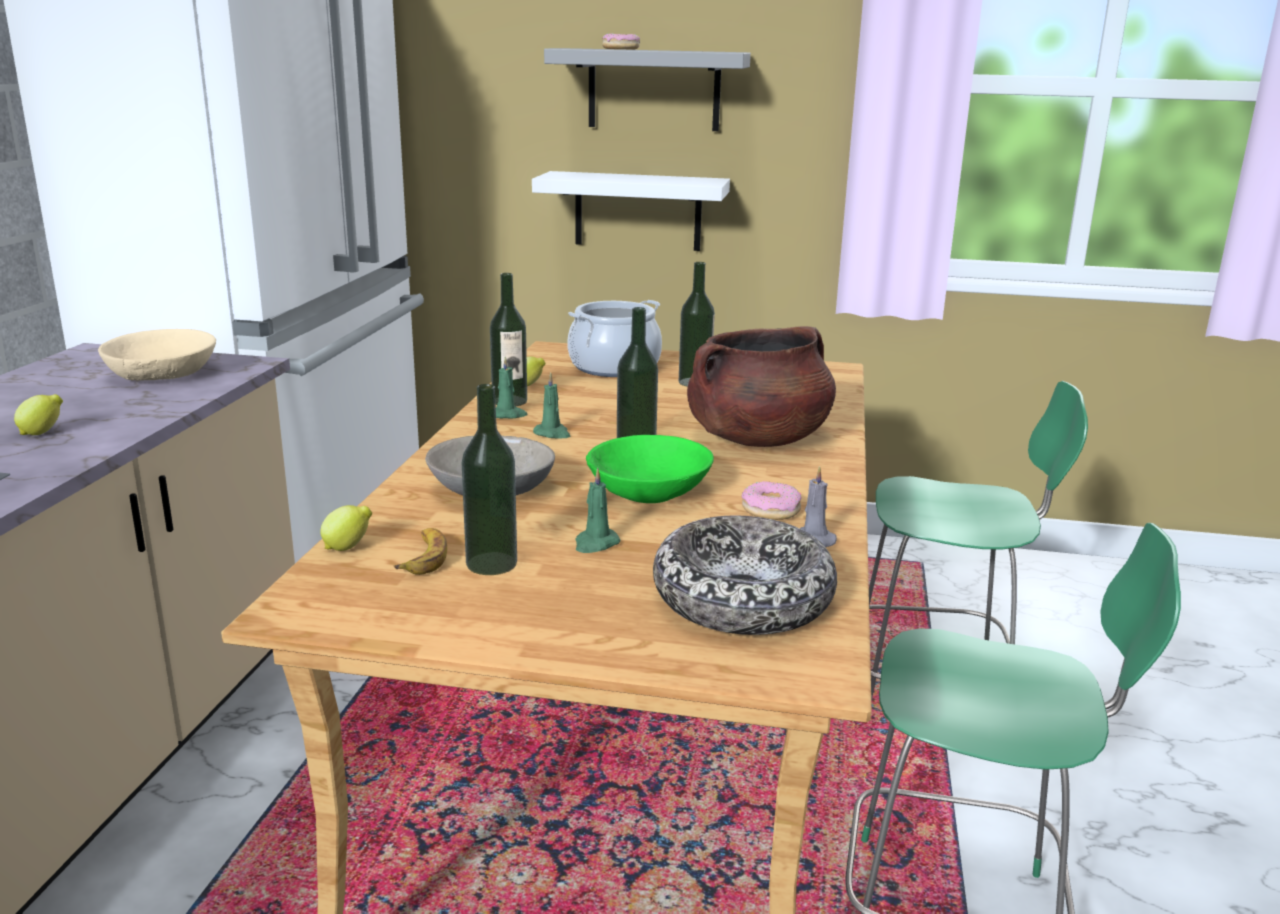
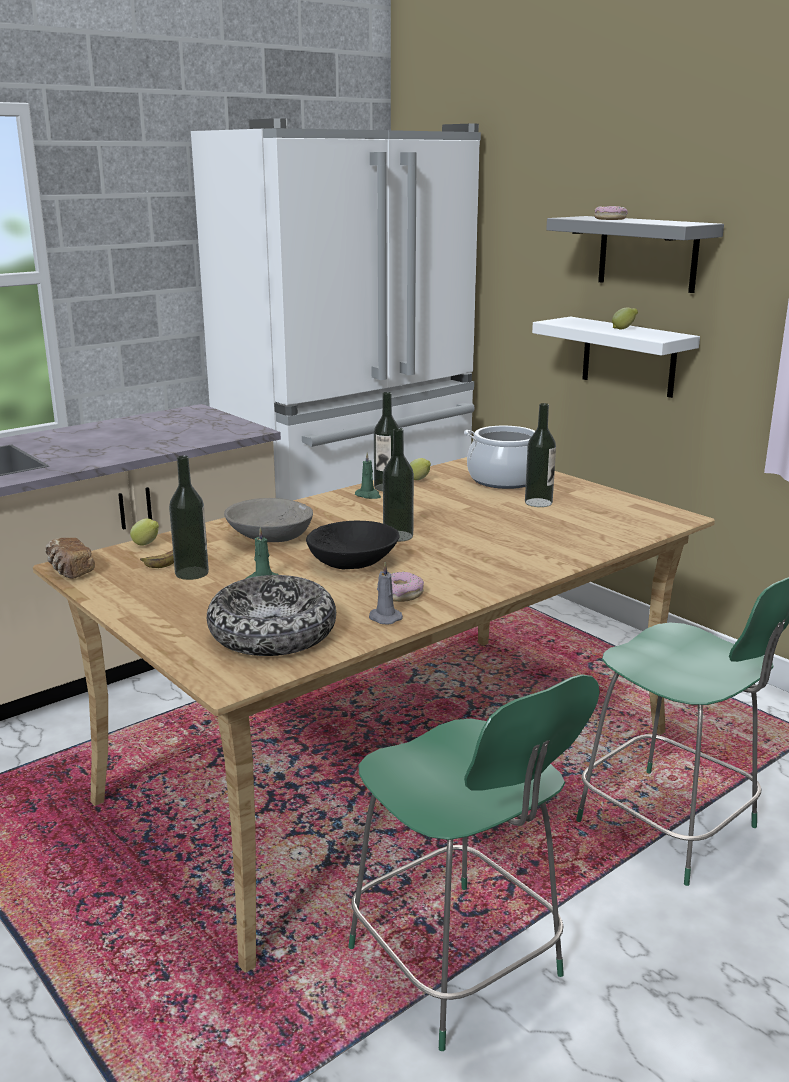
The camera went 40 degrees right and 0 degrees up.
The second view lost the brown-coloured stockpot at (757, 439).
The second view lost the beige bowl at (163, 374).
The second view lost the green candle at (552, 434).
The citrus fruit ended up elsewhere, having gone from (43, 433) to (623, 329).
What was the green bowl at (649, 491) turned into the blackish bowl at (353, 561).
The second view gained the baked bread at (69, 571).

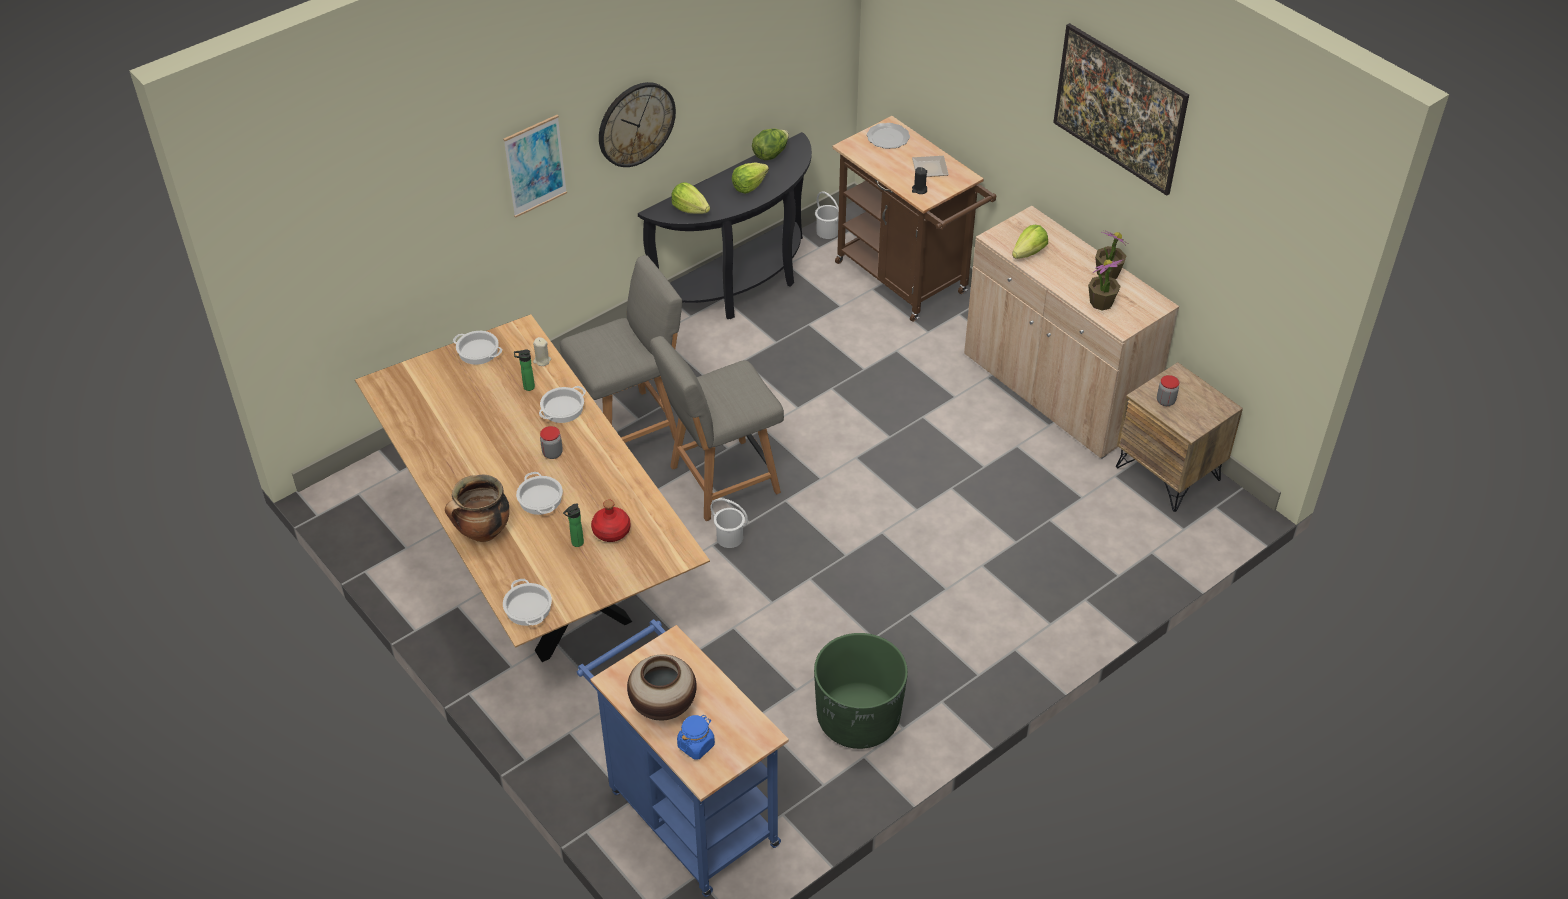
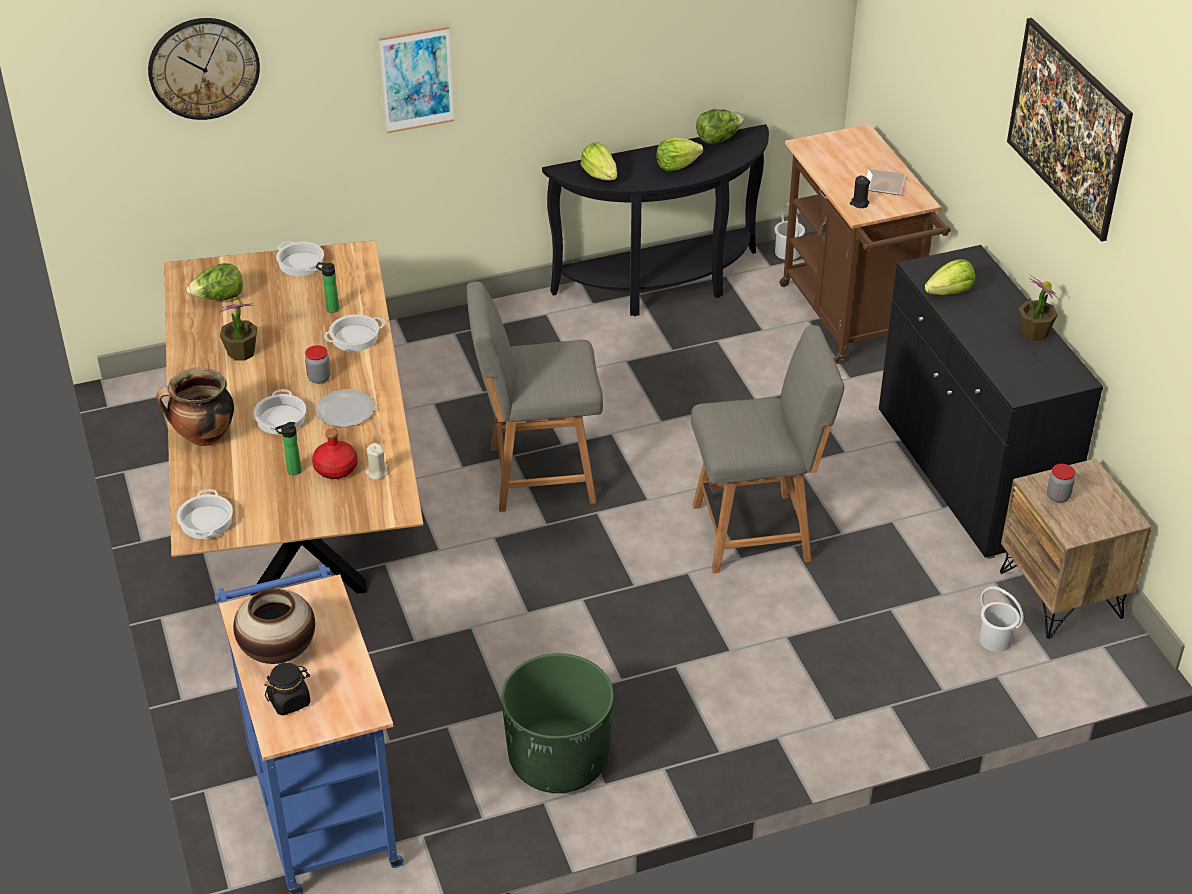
The camera went 20 degrees right and 5 degrees down.
The wall clock ended up elsewhere, having gone from (636, 124) to (203, 68).
The flat dish ended up elsewhere, having gone from (887, 138) to (344, 411).
What was the beige cabinet at (1056, 390) turned into the blackish cabinet at (969, 473).
The greyish plain chair ended up elsewhere, having gone from (630, 427) to (756, 532).
The houseplant ended up elsewhere, having gone from (1101, 303) to (241, 352).
The beige candle ended up elsewhere, having gone from (542, 360) to (377, 473).
The whitish water bucket ended up elsewhere, having gone from (729, 538) to (995, 640).
What was the blue-coloured preserve jar at (696, 745) turned into the blackish preserve jar at (289, 701).
The second view gained the lettuce at (219, 298).

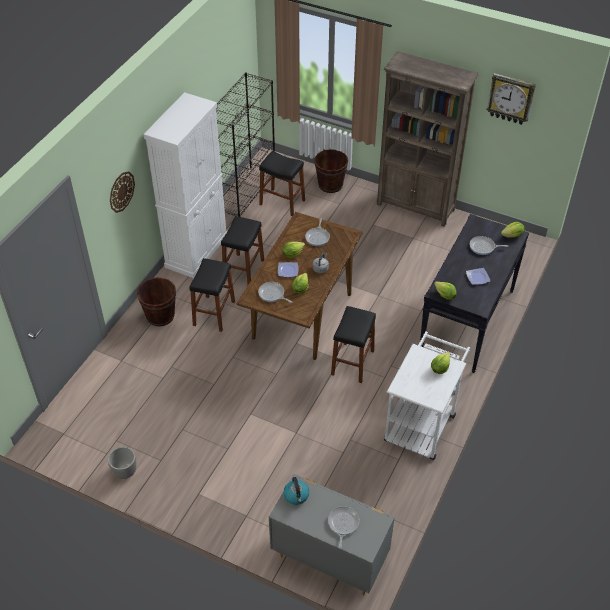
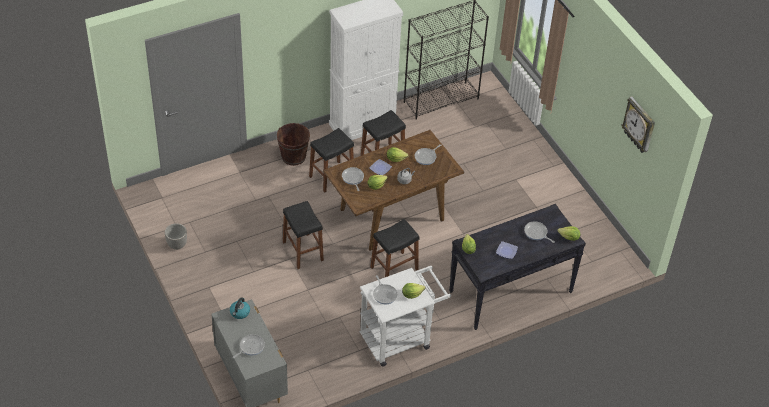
The camera went 35 degrees right and 0 degrees up.
The second view lost the brown-coloured bookshelf at (416, 207).
The second view lost the brown-coloured water bucket at (330, 185).
The blackish stool ended up elsewhere, having gone from (282, 202) to (303, 251).
The second view lost the wall clock at (121, 191).
The second view gained the pan at (384, 294).

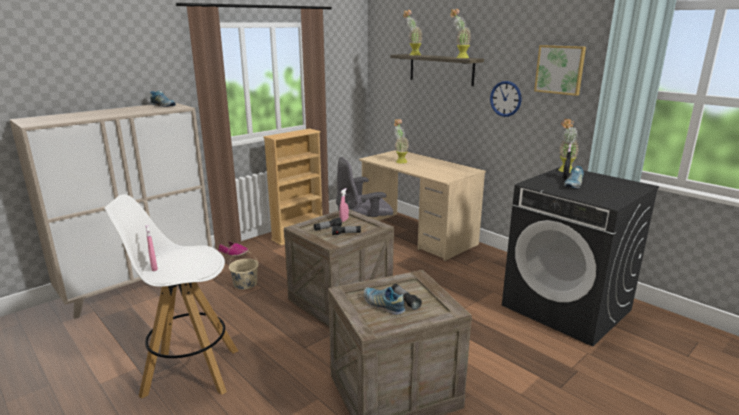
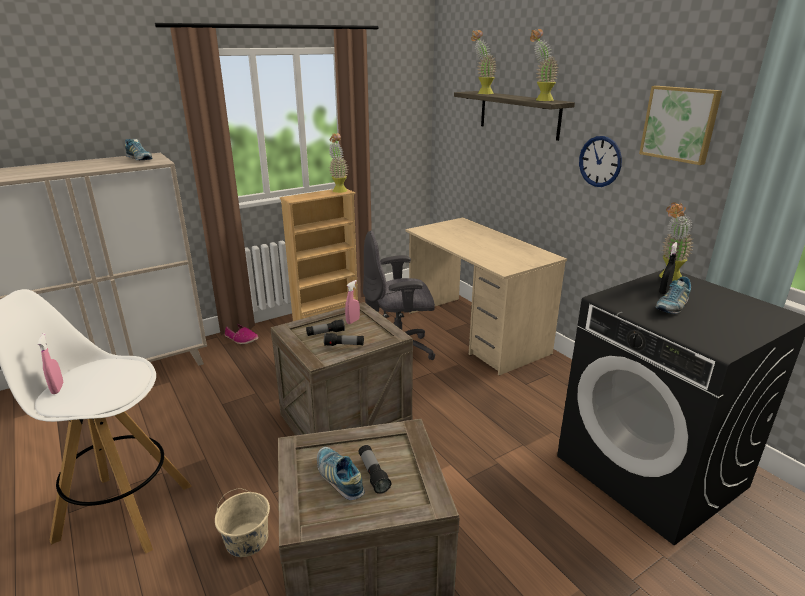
The camera went 10 degrees right and 5 degrees up.
The houseplant ended up elsewhere, having gone from (399, 161) to (339, 190).
The beige water bucket ended up elsewhere, having gone from (245, 284) to (246, 540).

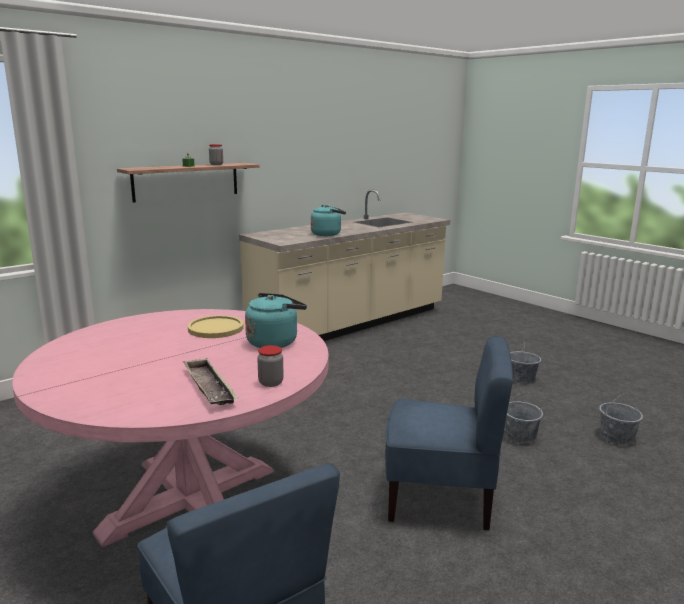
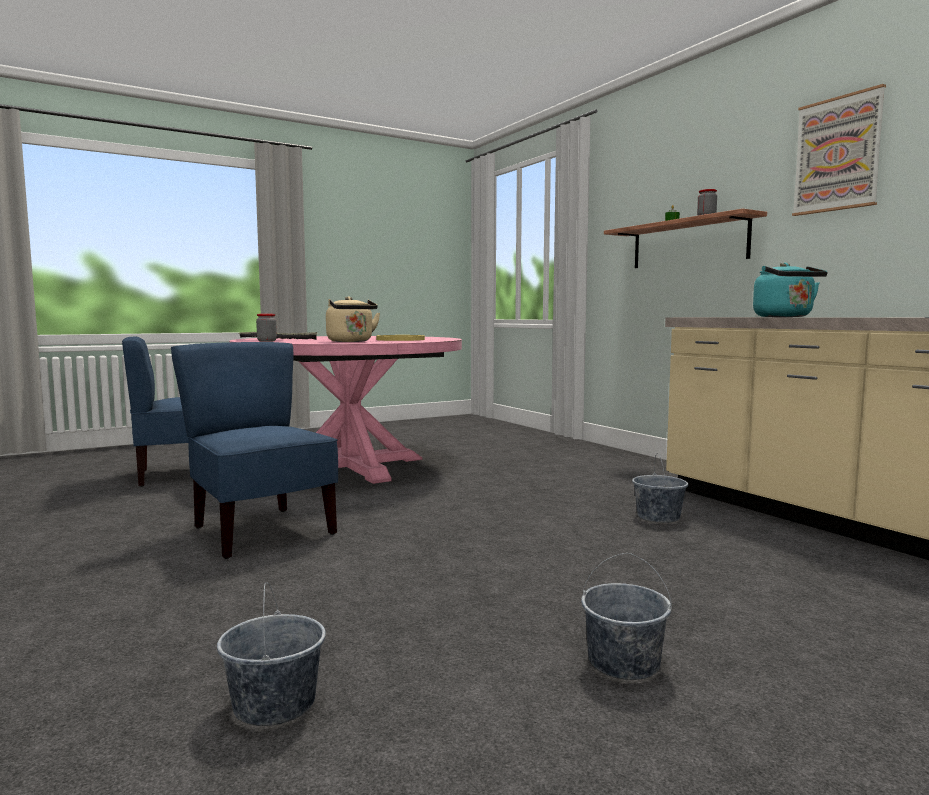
The camera went 100 degrees right and 10 degrees down.
What was the turquoise tea kettle at (274, 342) turned into the beige tea kettle at (351, 341).
The blue-coloured plain chair at (440, 498) ended up facing another way, 120 degrees clockwise from before.
The greyish water bucket ended up elsewhere, having gone from (520, 436) to (658, 517).
The second view gained the wall art at (837, 154).

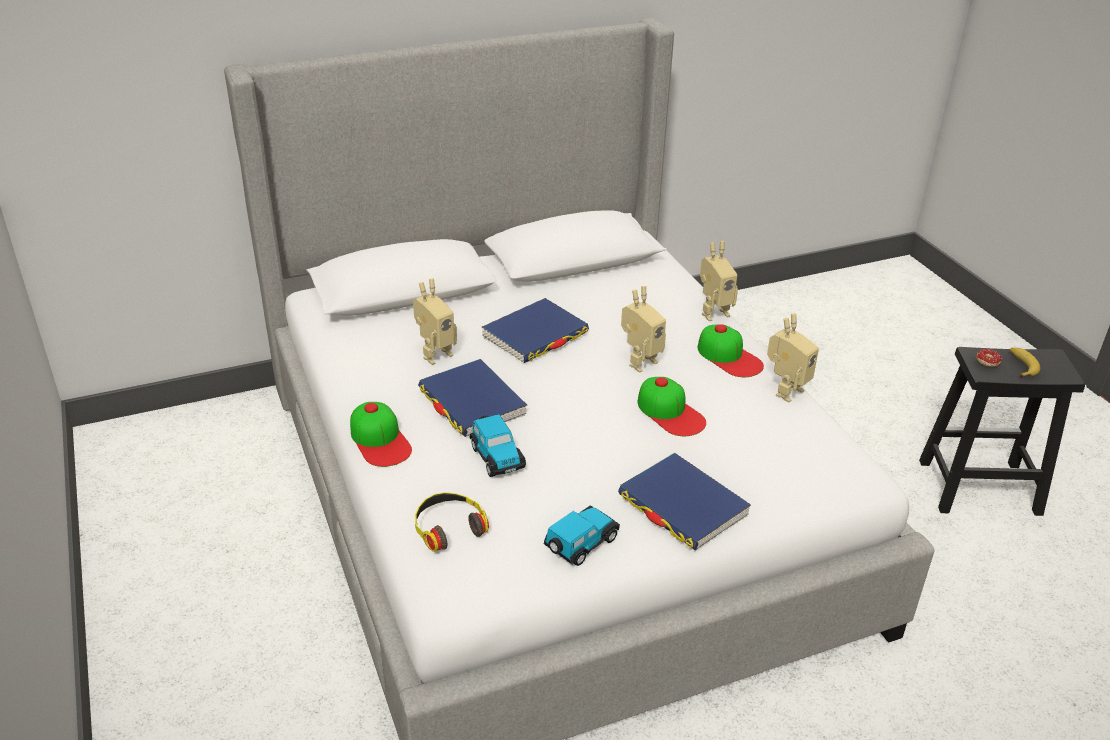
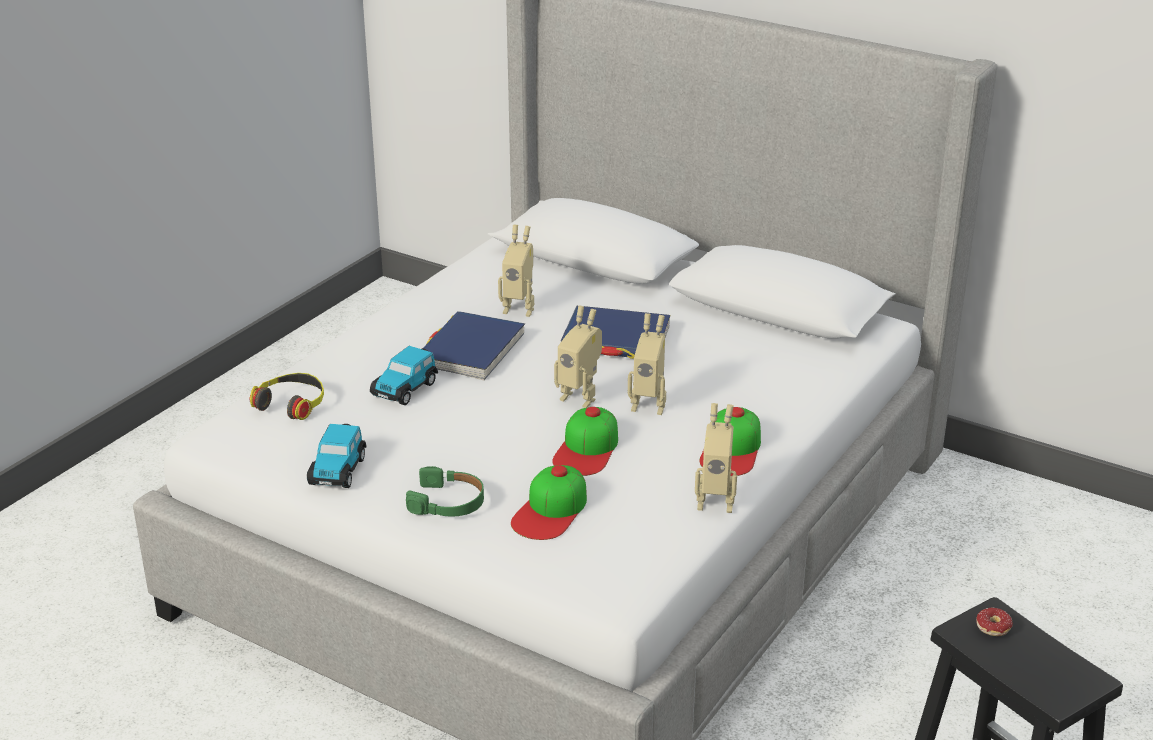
The camera went 55 degrees right and 5 degrees down.
The model robot ended up elsewhere, having gone from (713, 312) to (580, 397).
The second view lost the banana at (1021, 365).
The peaked cap ended up elsewhere, having gone from (380, 440) to (550, 510).
Where the blue-coloured volume stood at (682, 505), the green pair of headphones came to stand at (448, 502).
The toy car at (580, 544) ended up facing another way, 90 degrees clockwise from before.

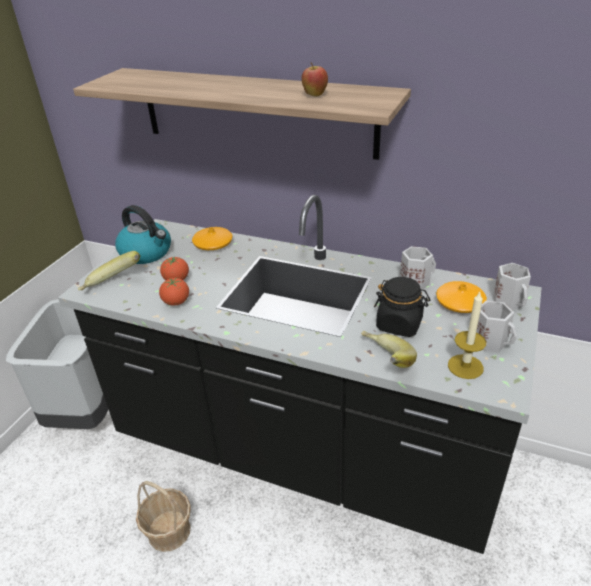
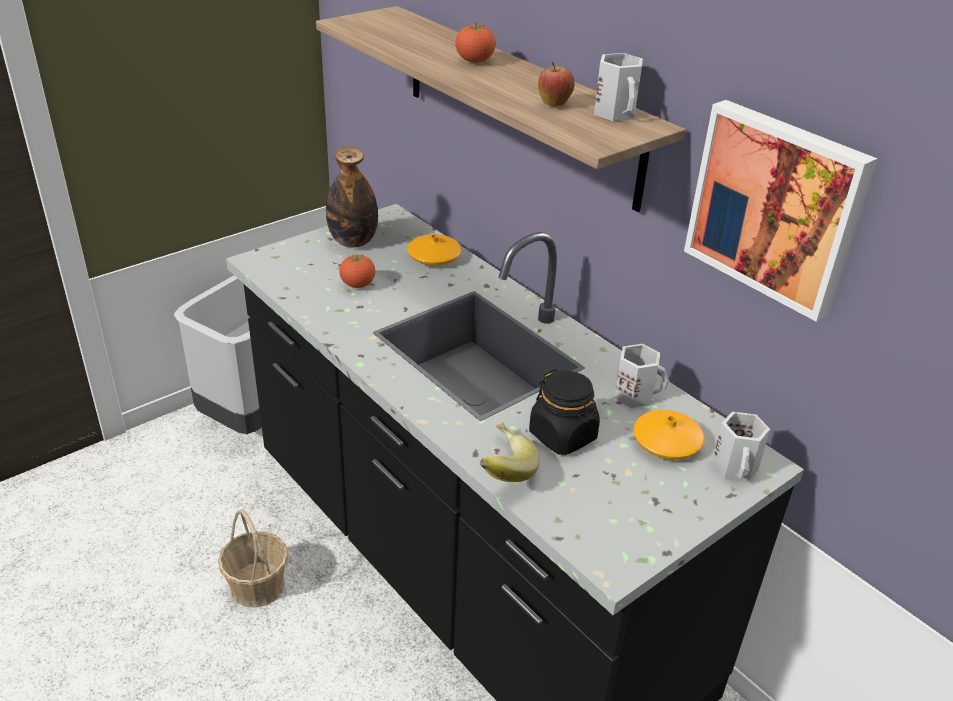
The camera went 25 degrees right and 0 degrees up.
Where the tea kettle stood at (147, 253), the bottle came to stand at (353, 241).
The second view lost the banana at (113, 286).
The fresh tomato ended up elsewhere, having gone from (176, 302) to (474, 61).
The second view lost the candle at (465, 366).
The whitish coffee mug ended up elsewhere, having gone from (490, 341) to (617, 113).
The second view gained the wall art at (777, 206).

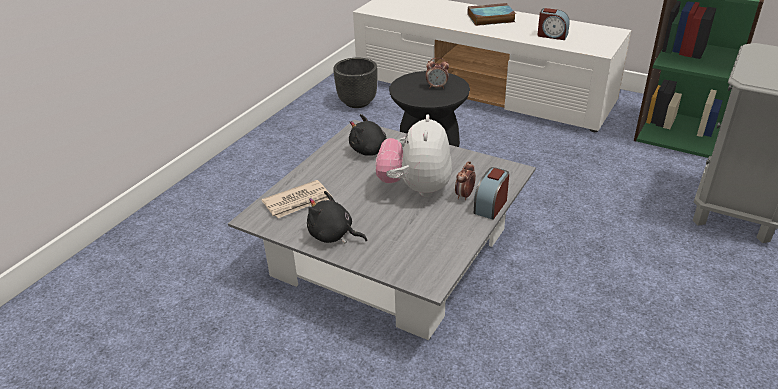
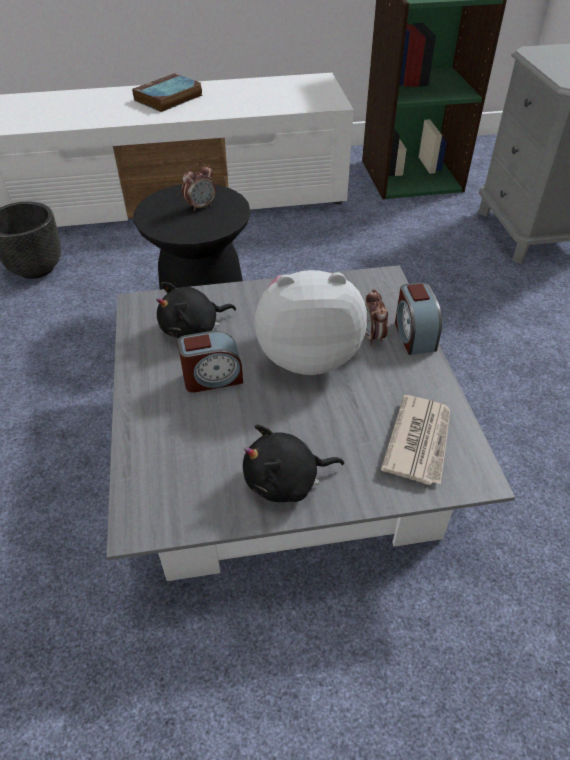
The camera went 40 degrees left and 10 degrees up.
The bedside clock ended up elsewhere, having gone from (552, 35) to (212, 378).
The cuddly toy at (415, 188) ended up facing another way, 120 degrees clockwise from before.
The printed paper ended up elsewhere, having gone from (298, 202) to (419, 441).

